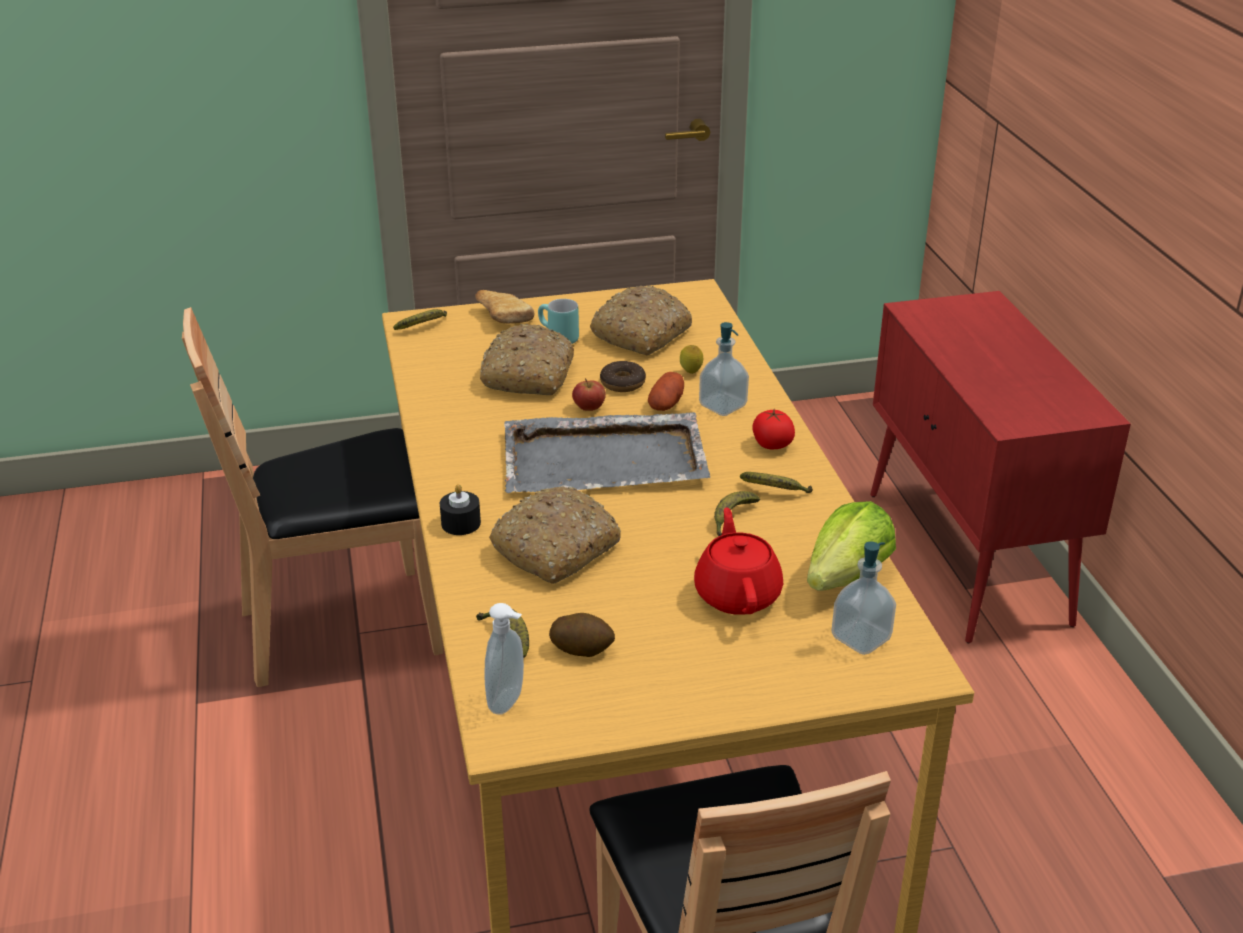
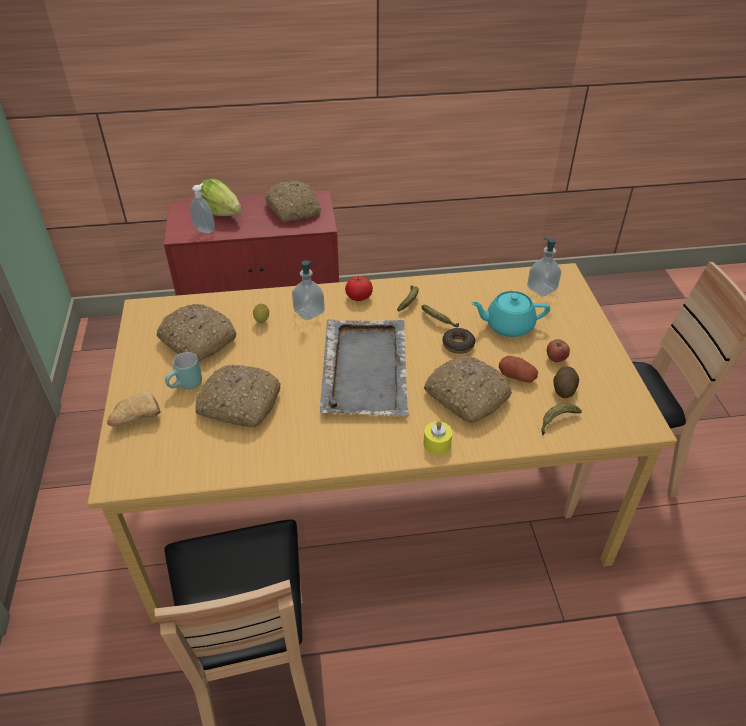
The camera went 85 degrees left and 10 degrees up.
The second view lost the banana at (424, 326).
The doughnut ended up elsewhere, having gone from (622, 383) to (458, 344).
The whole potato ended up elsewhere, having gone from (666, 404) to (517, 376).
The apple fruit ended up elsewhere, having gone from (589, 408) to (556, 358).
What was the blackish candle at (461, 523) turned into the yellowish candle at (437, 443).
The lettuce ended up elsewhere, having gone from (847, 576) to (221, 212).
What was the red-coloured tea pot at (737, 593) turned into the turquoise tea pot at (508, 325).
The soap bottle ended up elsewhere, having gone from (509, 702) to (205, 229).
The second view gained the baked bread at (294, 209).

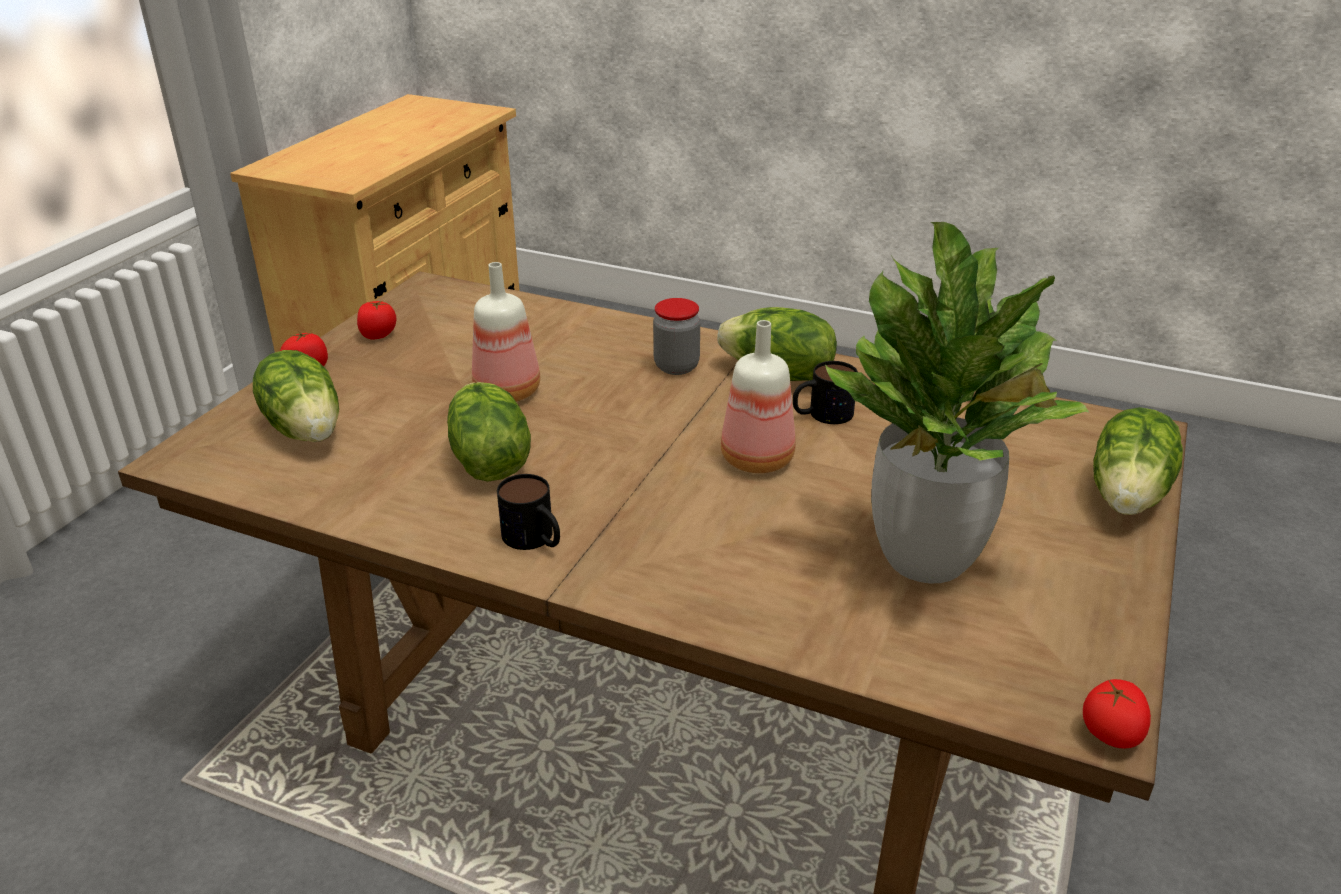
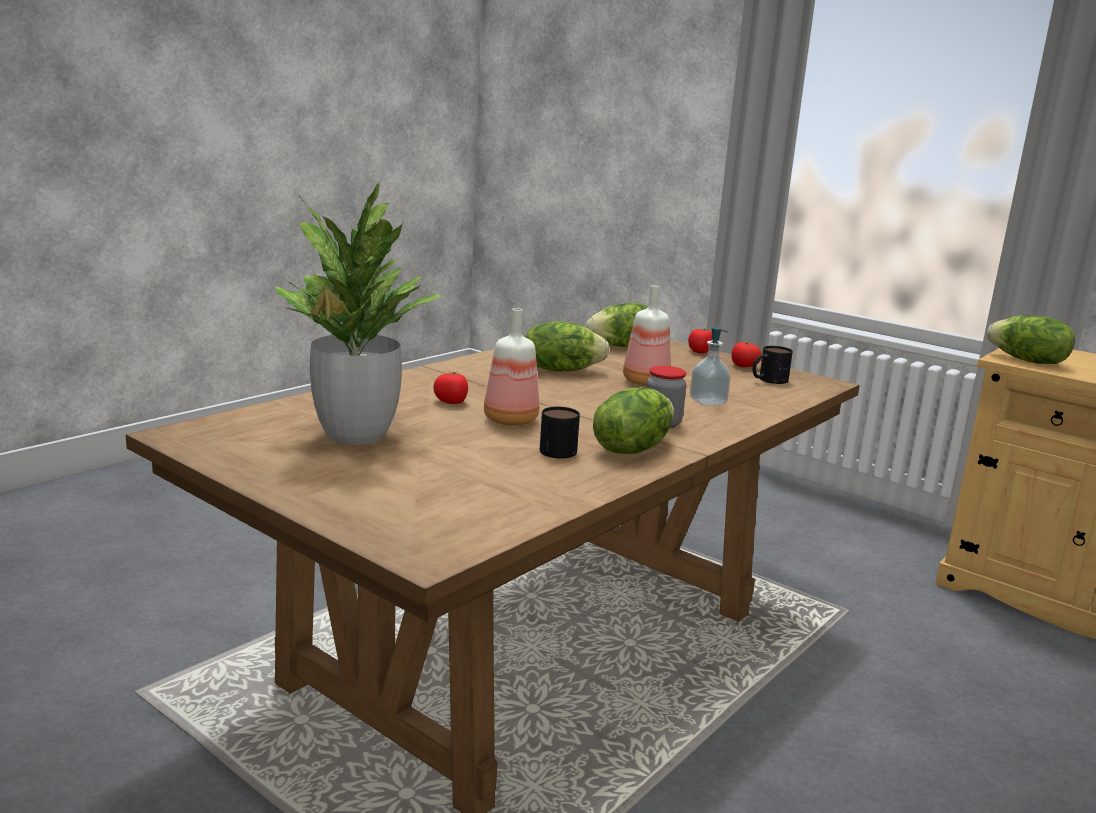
The camera went 105 degrees right and 15 degrees down.
The lettuce ended up elsewhere, having gone from (1129, 495) to (1027, 361).
The coffee mug ended up elsewhere, having gone from (535, 540) to (768, 380).
The fresh tomato ended up elsewhere, having gone from (1110, 733) to (451, 402).
The second view gained the soap bottle at (707, 401).

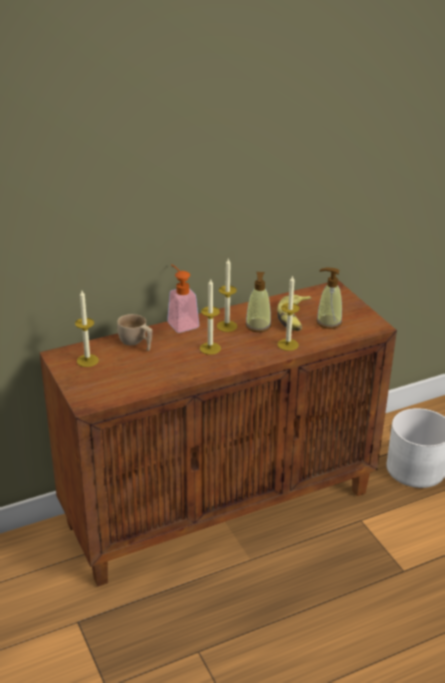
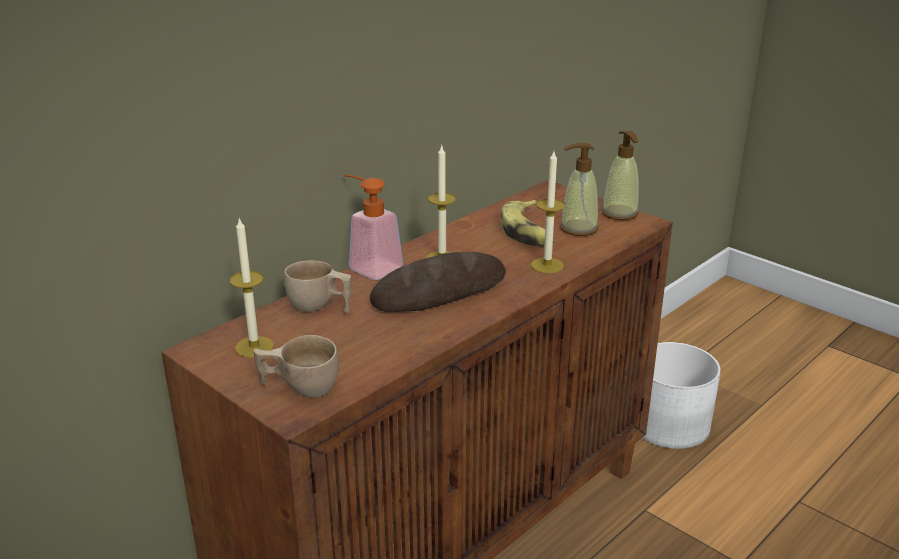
The camera went 20 degrees left and 5 degrees down.
The soap bottle ended up elsewhere, having gone from (258, 326) to (619, 213).
Where the candle stood at (210, 348), the baked bread came to stand at (439, 291).
The second view gained the beige cup at (299, 387).

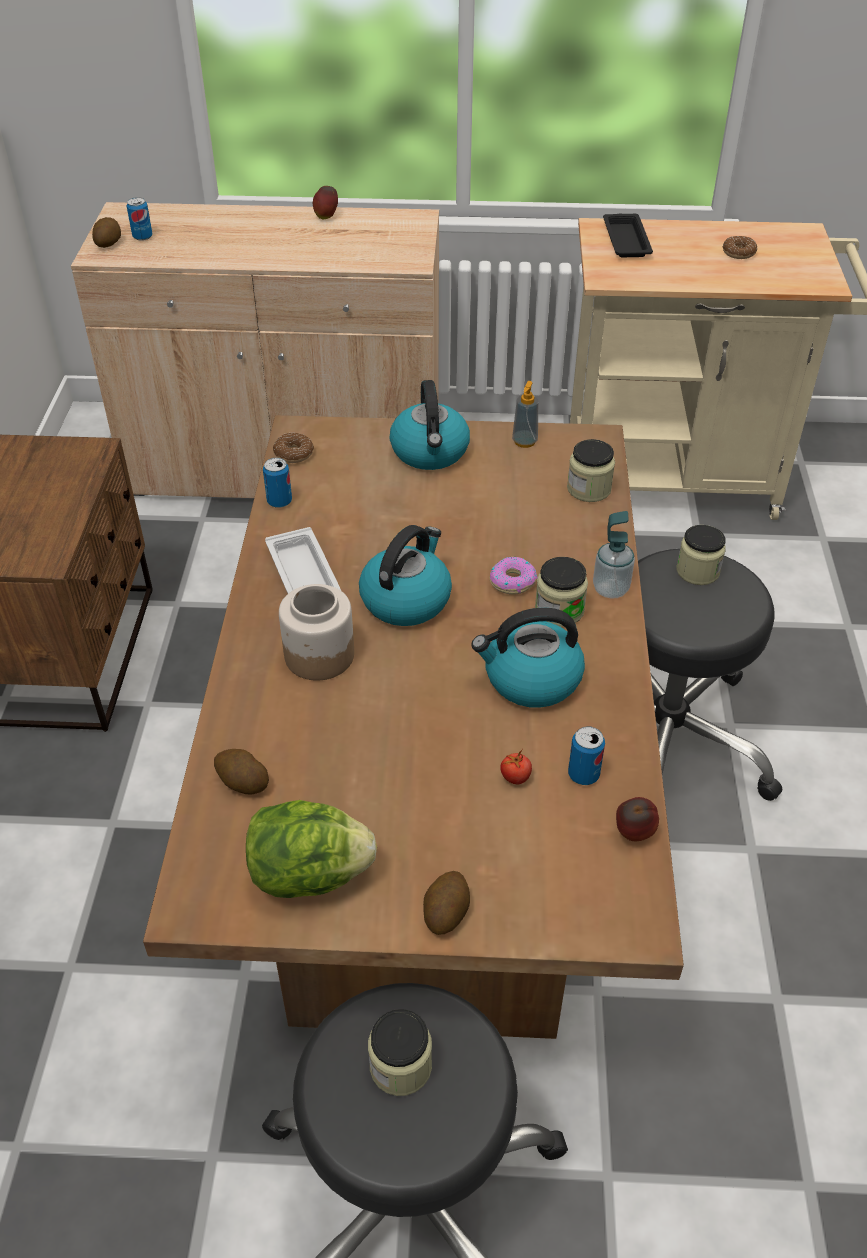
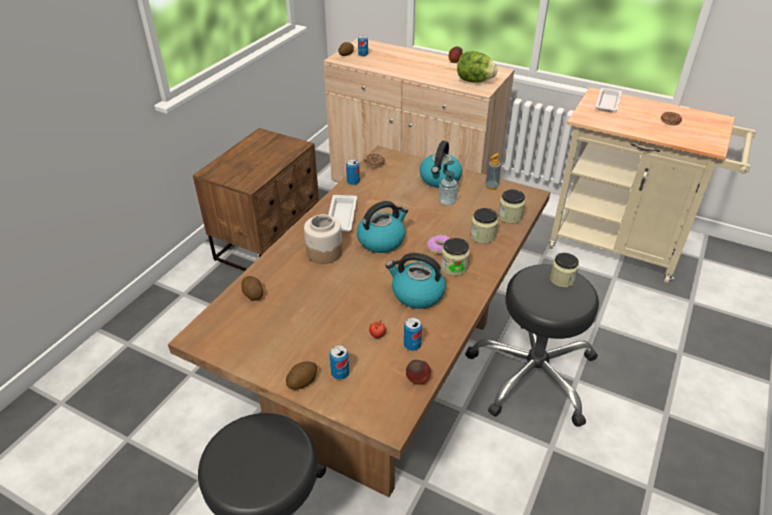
The camera went 25 degrees right and 5 degrees down.
What was the blackish carrying tray at (626, 240) turned into the whitish carrying tray at (607, 102).
The soap bottle ended up elsewhere, having gone from (610, 589) to (447, 202).
The lettuce ended up elsewhere, having gone from (309, 874) to (474, 81).
The preserve jar ended up elsewhere, having gone from (400, 1066) to (482, 236).
The second view gained the can at (340, 373).

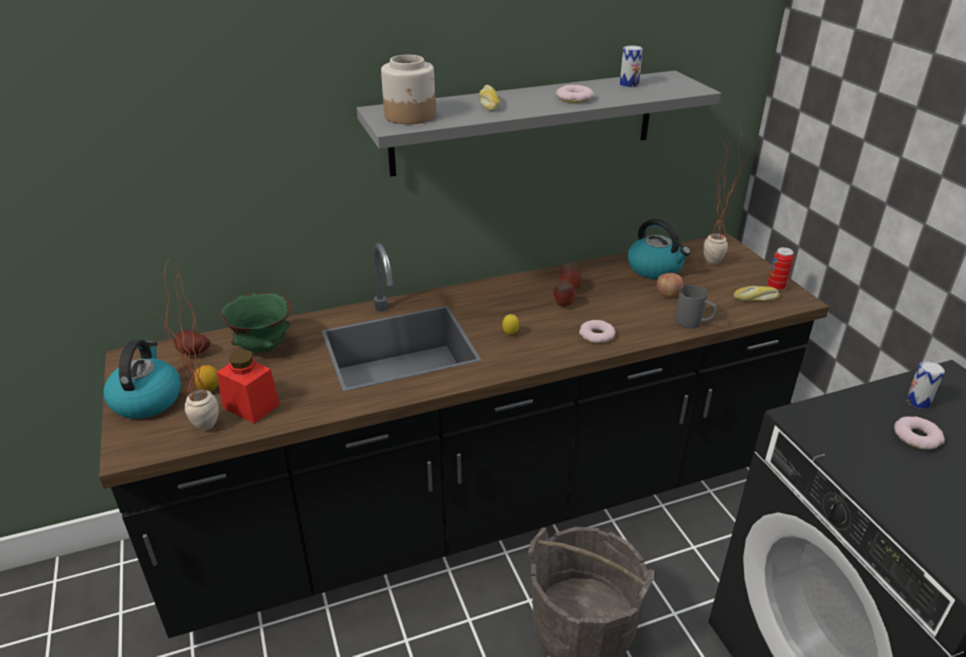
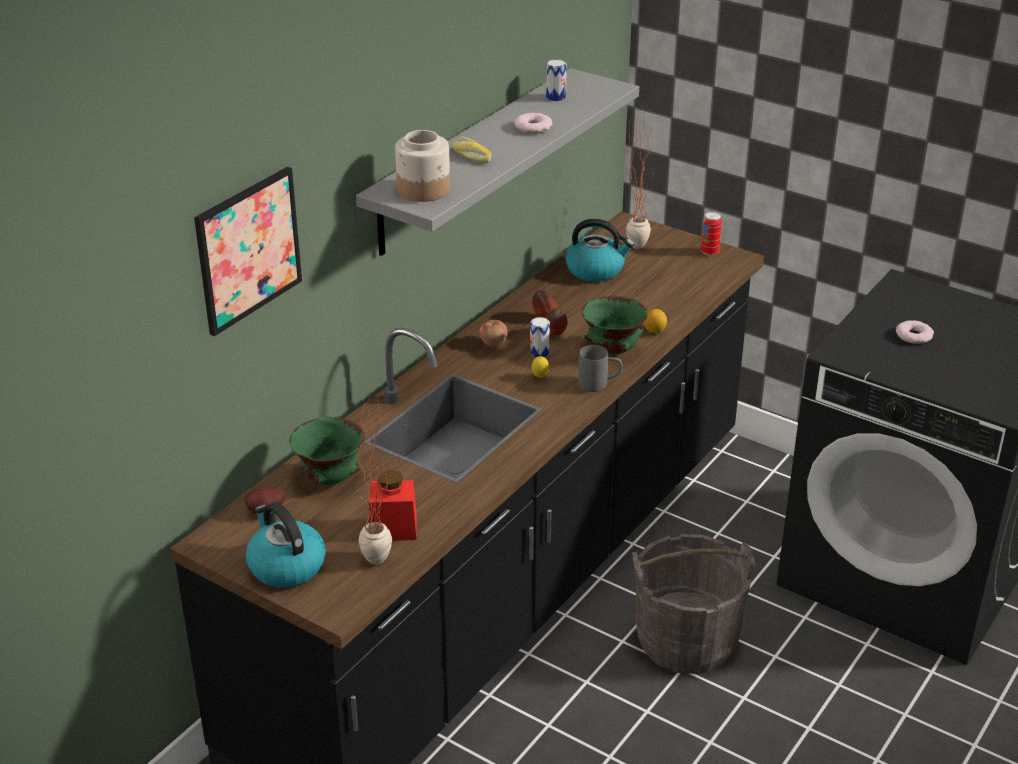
The camera went 35 degrees left and 0 degrees up.
The apple fruit ended up elsewhere, having gone from (668, 294) to (493, 343).
The greyish coffee mug ended up elsewhere, having gone from (694, 324) to (599, 384).
The second view lost the baked bread at (755, 299).
Where the doughnut stood at (596, 335), the green bowl came to stand at (612, 350).
The can ended up elsewhere, having gone from (918, 401) to (539, 353).
The citrus fruit ended up elsewhere, having gone from (209, 388) to (655, 331).
The second view gained the wall art at (248, 250).

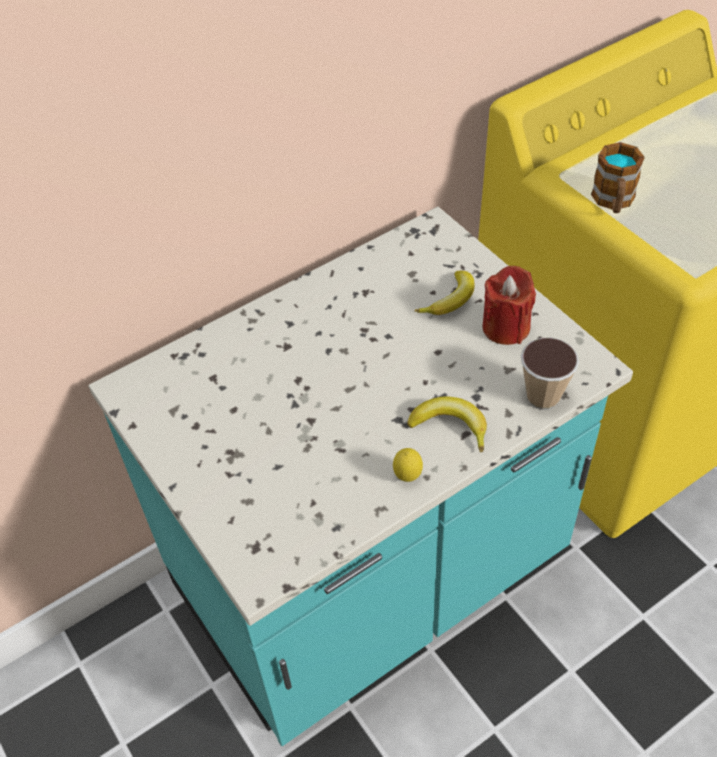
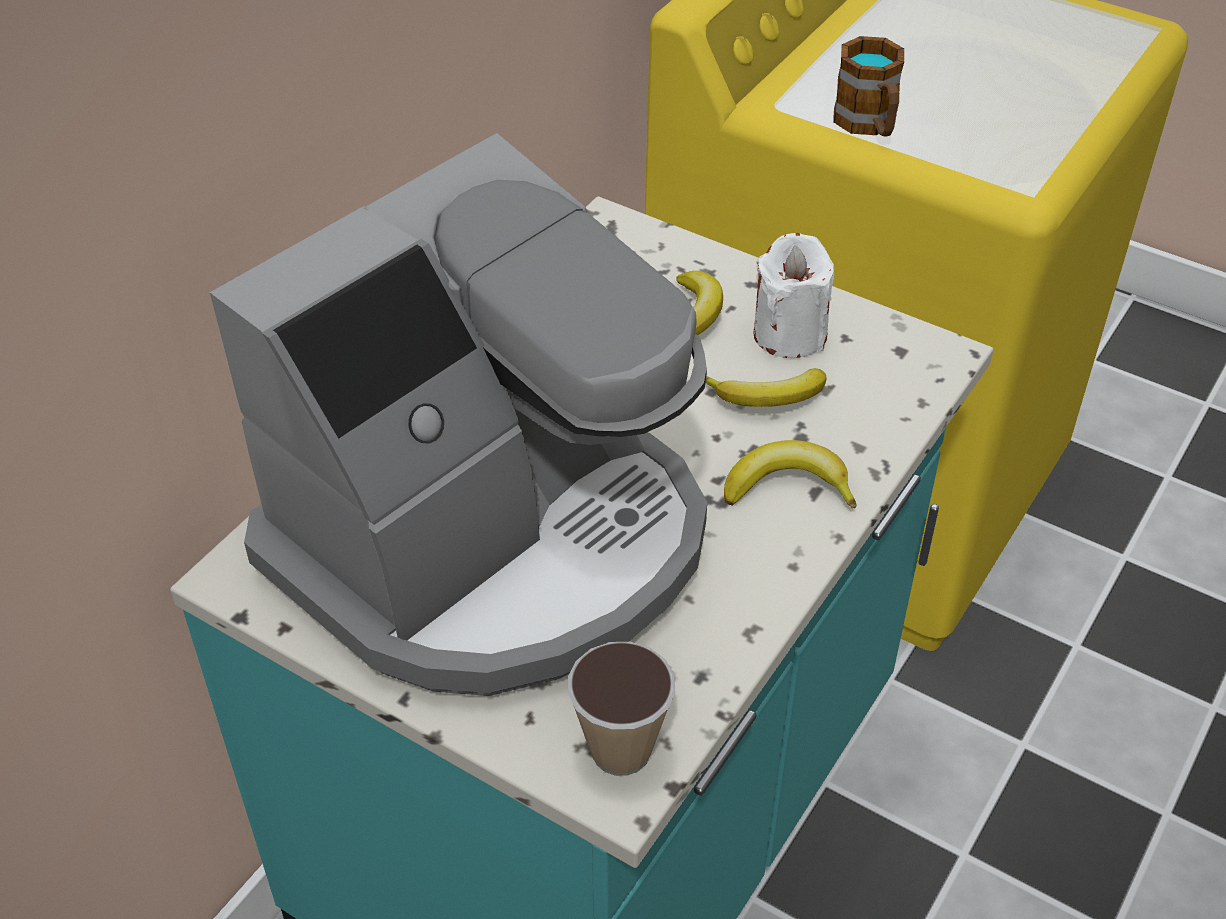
The camera went 25 degrees left and 5 degrees down.
What was the red-coloured candle at (506, 327) turned into the whitish candle at (789, 334).
The cup ended up elsewhere, having gone from (543, 397) to (621, 750).
The second view lost the citrus fruit at (407, 477).
The second view gained the coffee maker at (494, 543).
The second view gained the banana at (768, 398).

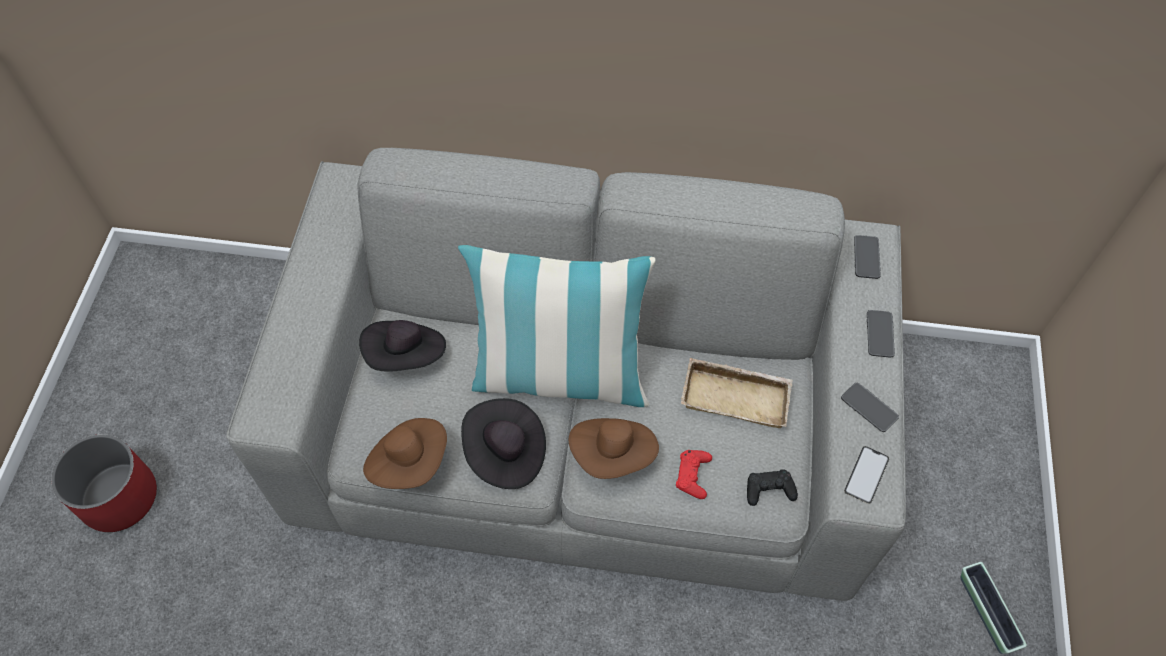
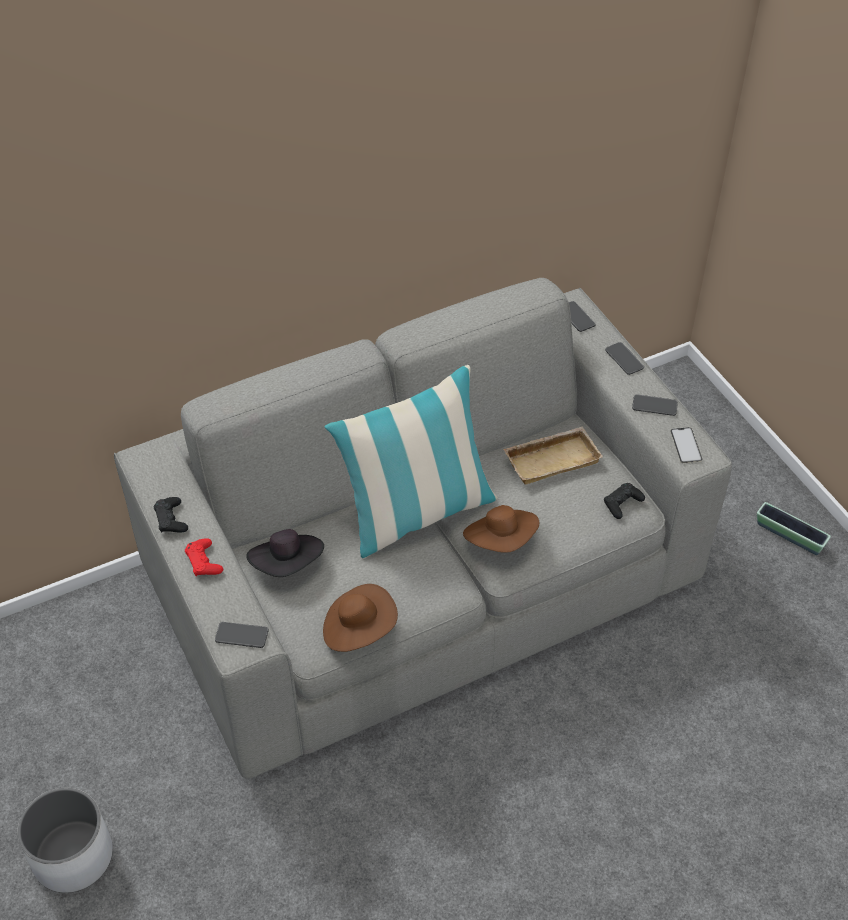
The camera went 35 degrees left and 10 degrees down.
The second view lost the blackish clothing hat at (505, 453).
What was the red-coloured planter at (119, 496) turned into the whitish planter at (72, 856).
The red-coloured game controller ended up elsewhere, having gone from (693, 475) to (204, 562).
The second view gained the blackish game controller at (171, 519).
The second view gained the handset at (241, 635).

